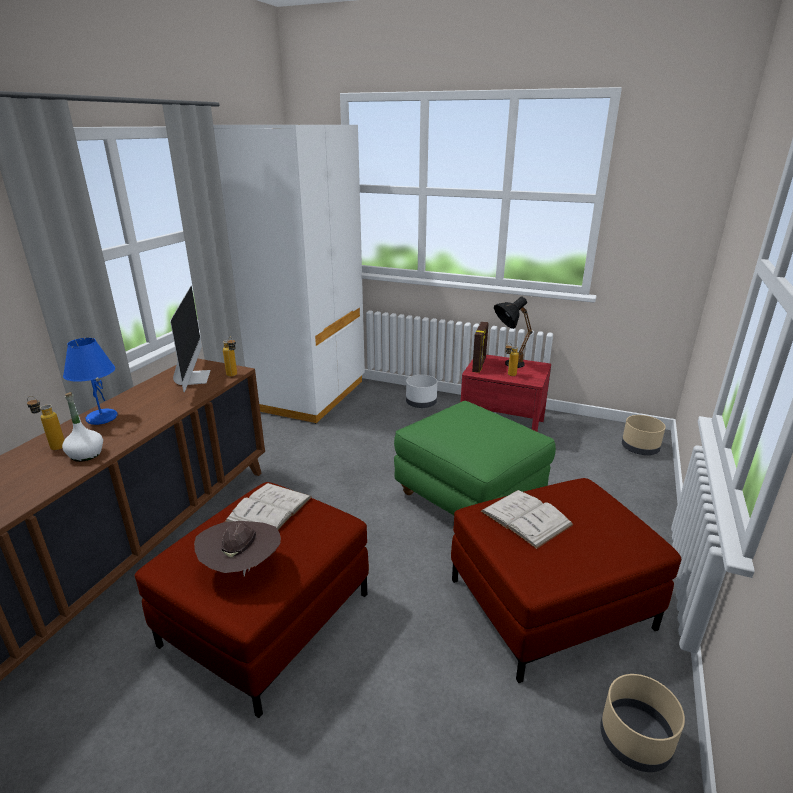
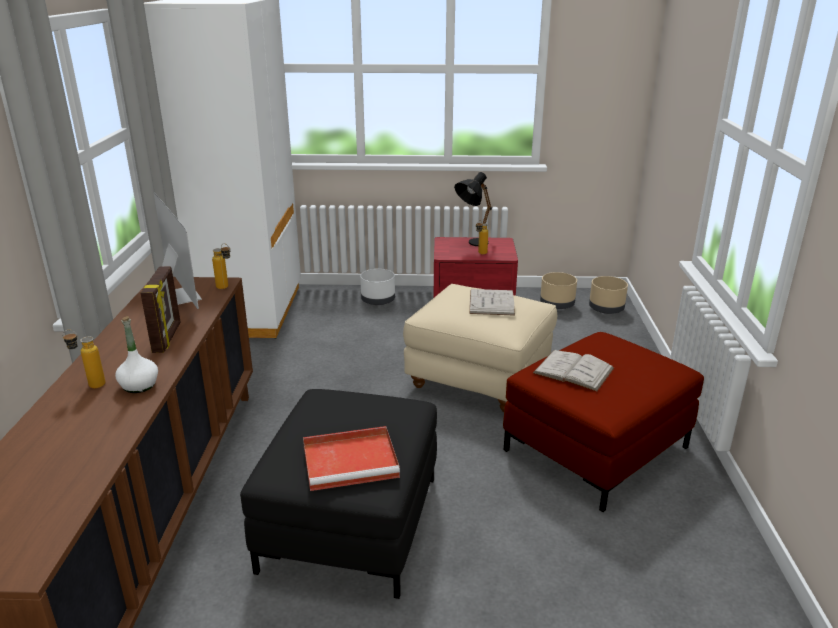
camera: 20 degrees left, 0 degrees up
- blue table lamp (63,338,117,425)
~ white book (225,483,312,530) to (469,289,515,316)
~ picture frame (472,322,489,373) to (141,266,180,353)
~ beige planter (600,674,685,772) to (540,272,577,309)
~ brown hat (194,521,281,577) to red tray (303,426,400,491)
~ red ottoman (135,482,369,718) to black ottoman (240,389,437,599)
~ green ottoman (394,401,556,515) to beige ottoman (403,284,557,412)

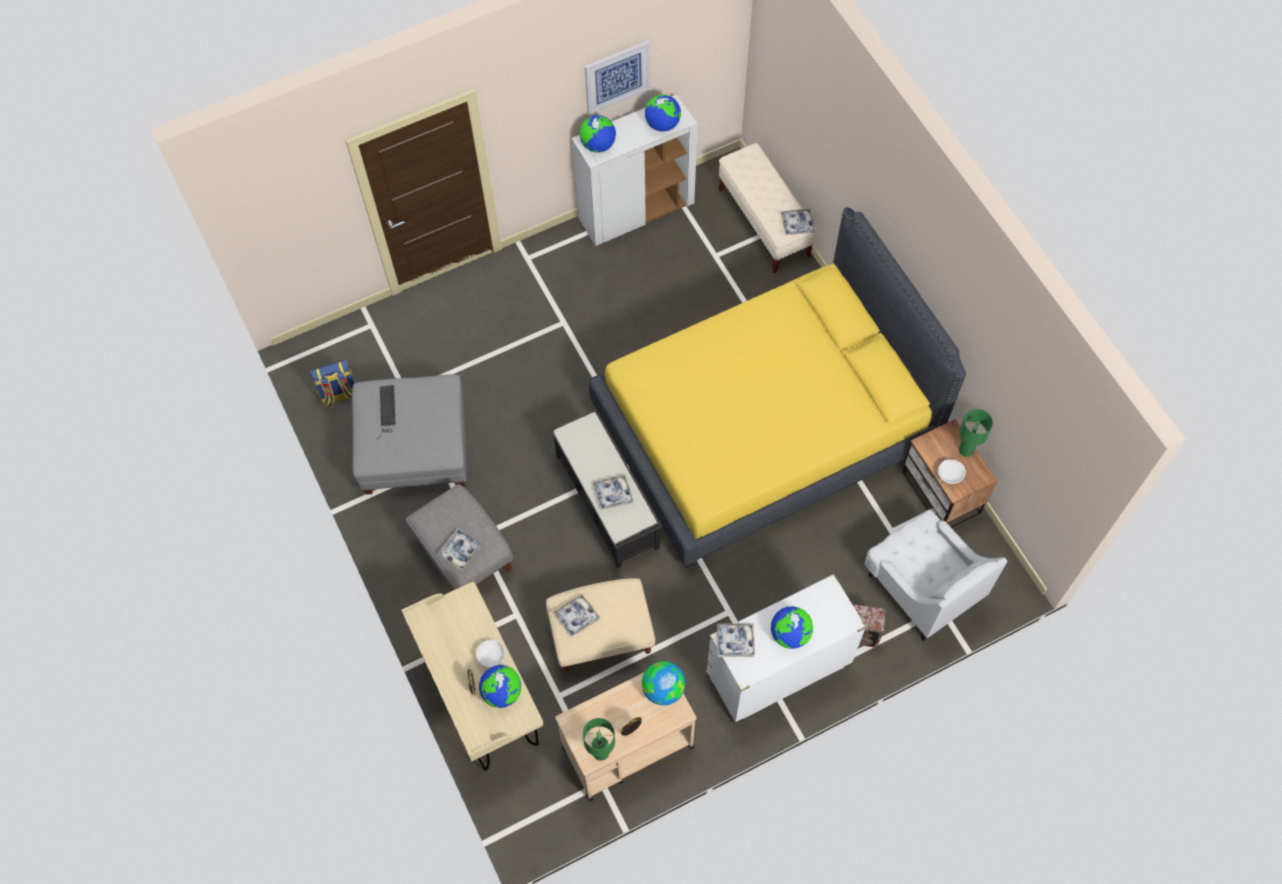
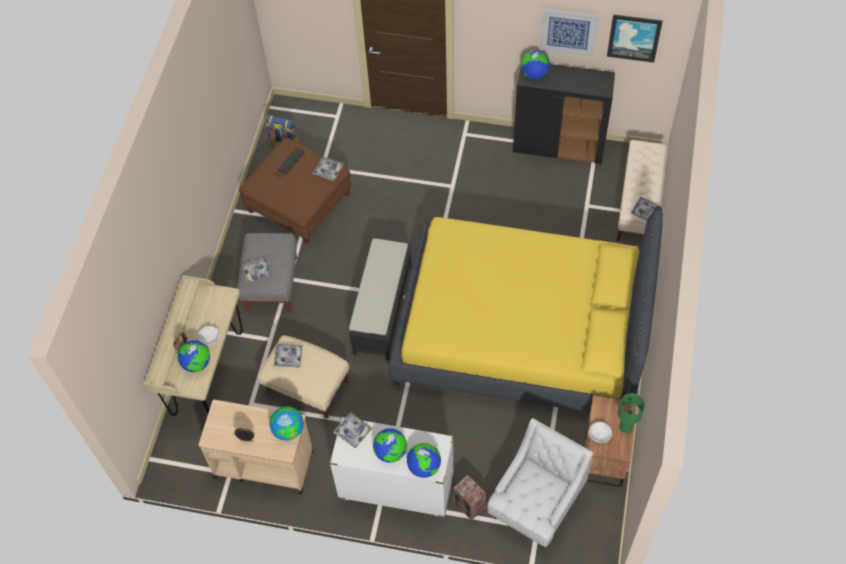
camera: 40 degrees right, 5 degrees down
- green table lamp (583,718,615,761)
+ picture (607,15,663,63)
~ tray (593,475,634,511) to (312,157,344,181)
~ globe (645,94,681,132) to (407,443,441,478)
~ grey ottoman (352,374,467,495) to brown ottoman (239,138,351,244)
~ white cabinet (572,95,698,246) to black cabinet (513,64,615,164)
~ white armchair (865,510,1007,641) = (487,418,593,548) 150 degrees counterclockwise

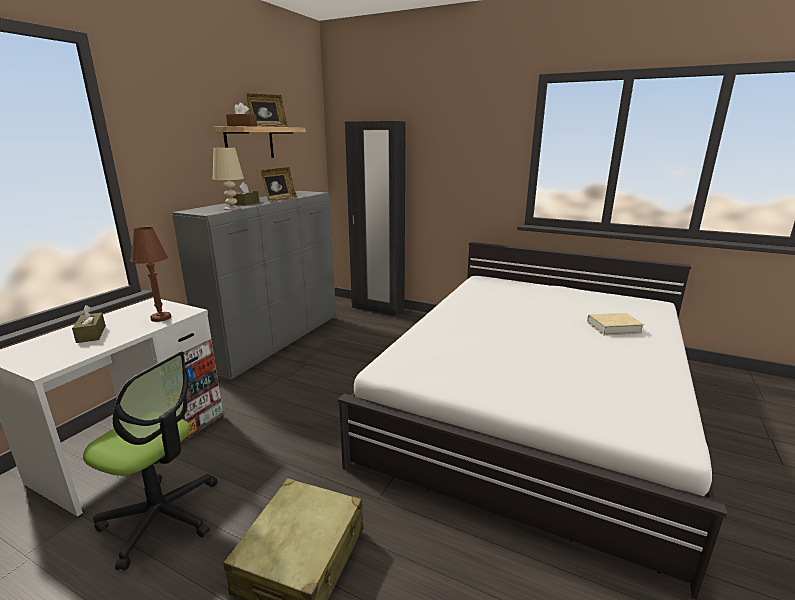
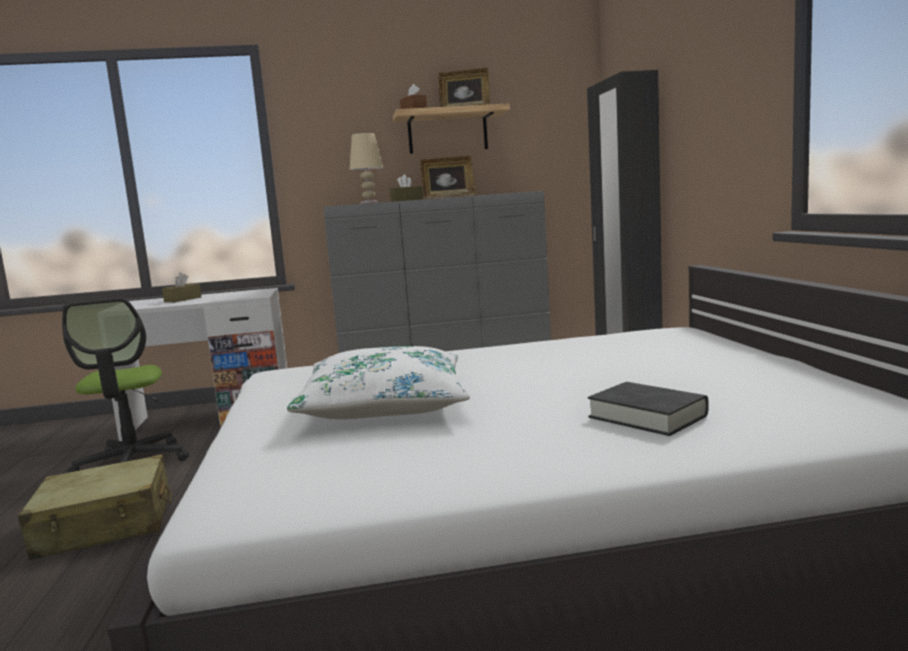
camera: 55 degrees right, 10 degrees down
- brown table lamp (130,227,171,322)
+ white pillow (287,346,470,419)
~ beige book (587,313,644,335) to black book (588,382,709,436)

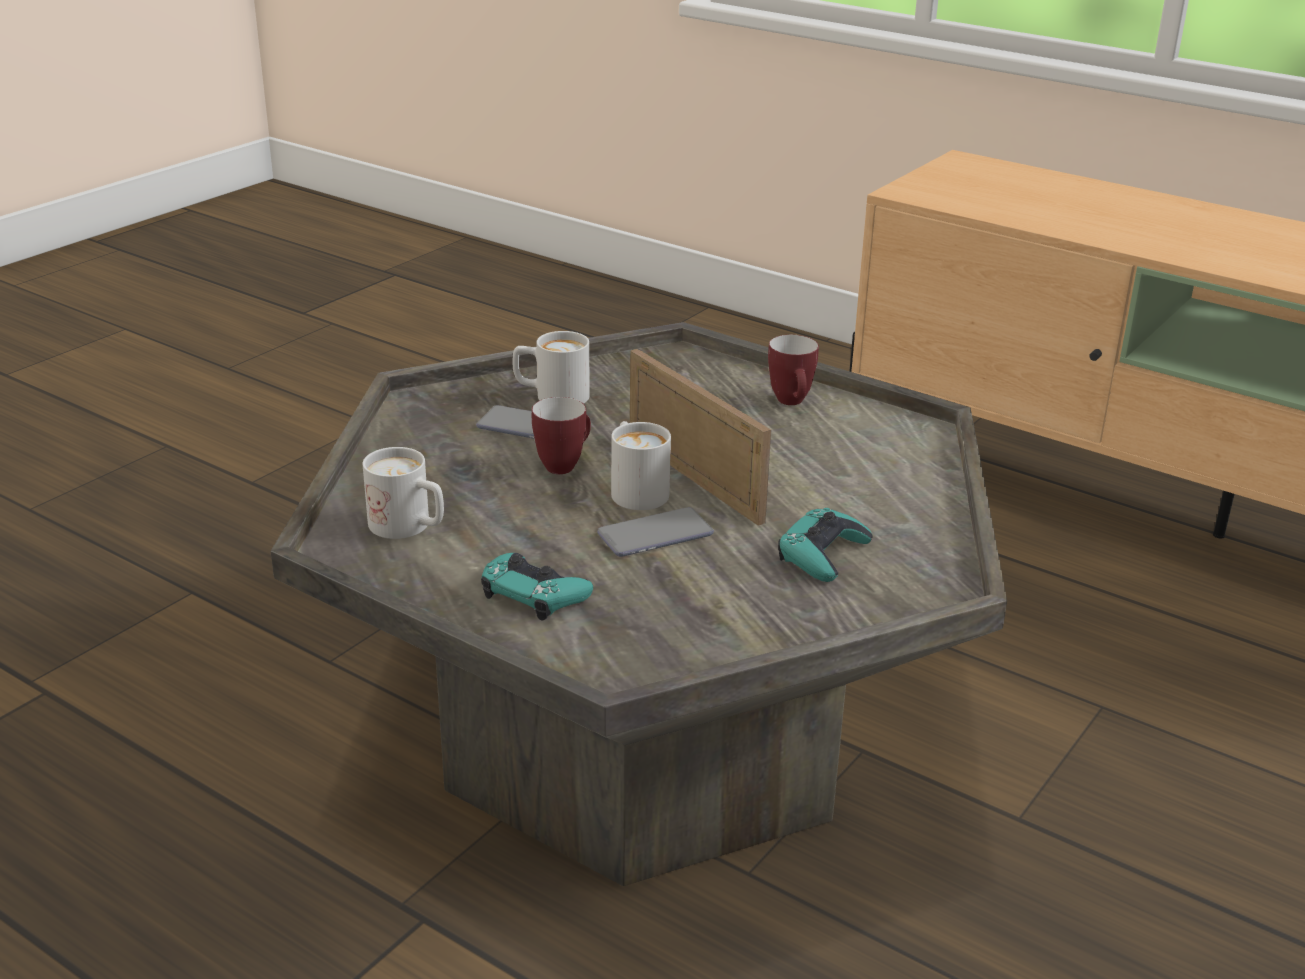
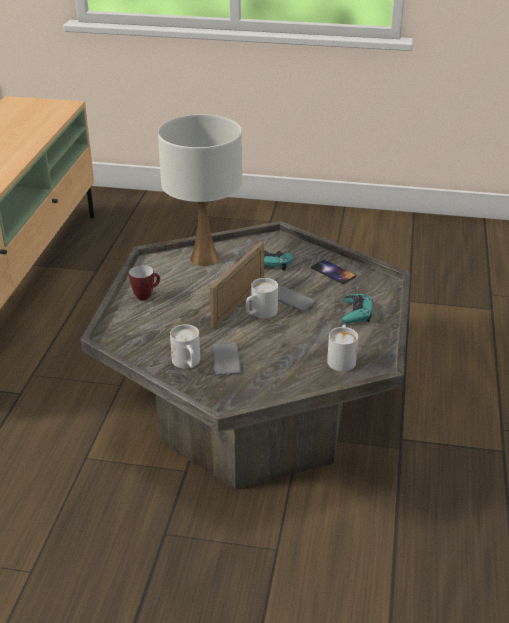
camera: 115 degrees left, 5 degrees up
- mug (532,397,591,474)
+ white table lamp (158,115,242,266)
+ phone (311,260,356,284)

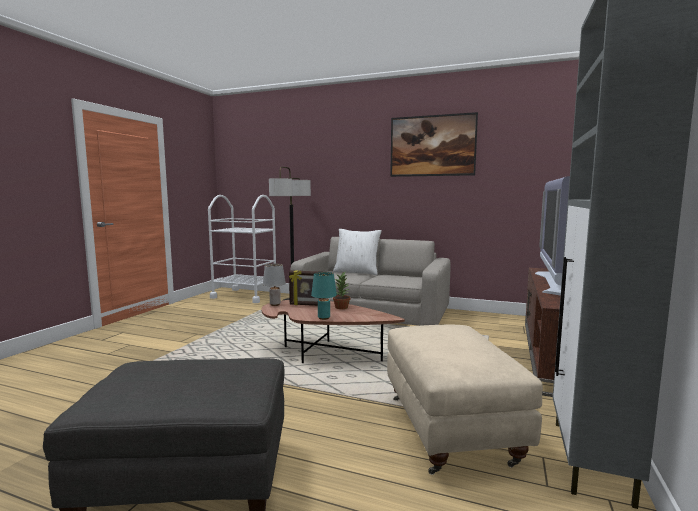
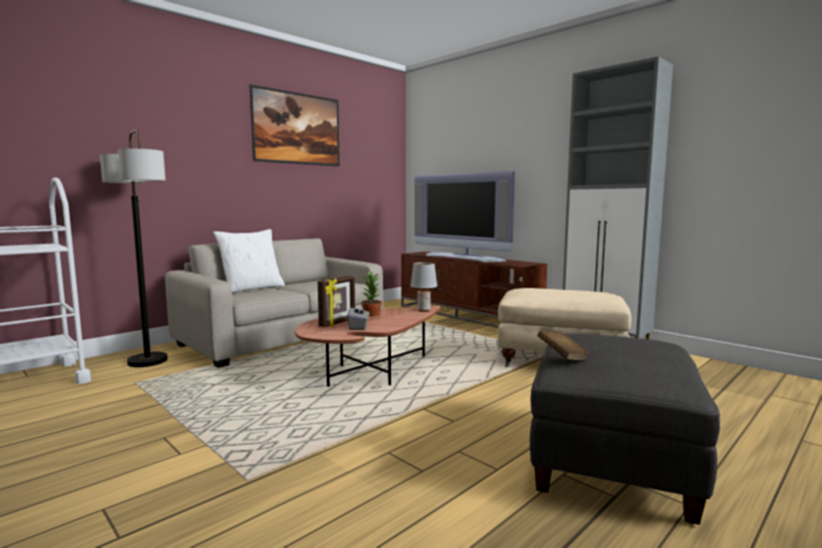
camera: 65 degrees left, 0 degrees up
- turquoise table lamp (311,272,337,320)
+ grey tissue box (347,303,370,330)
+ brown book (537,330,589,360)
~ grey table lamp (263,264,286,306) to (411,262,437,312)

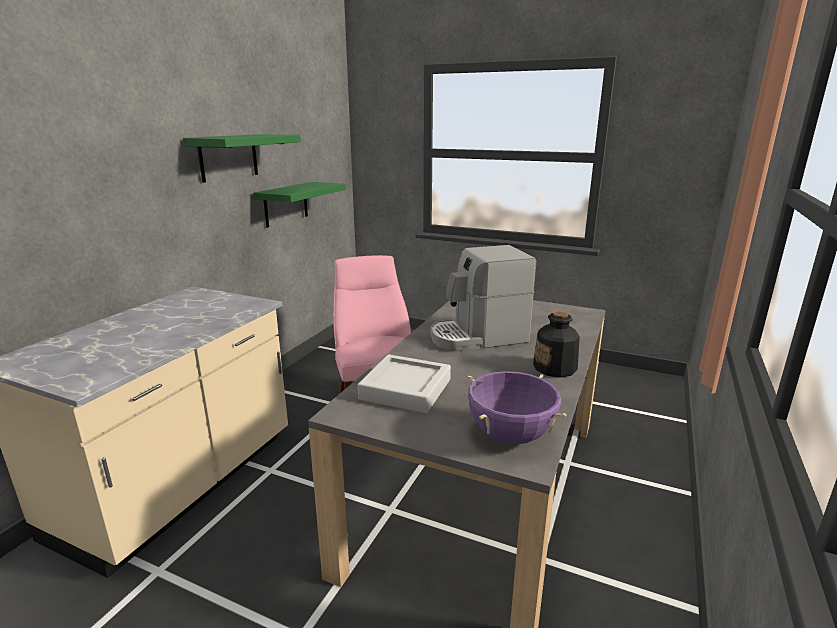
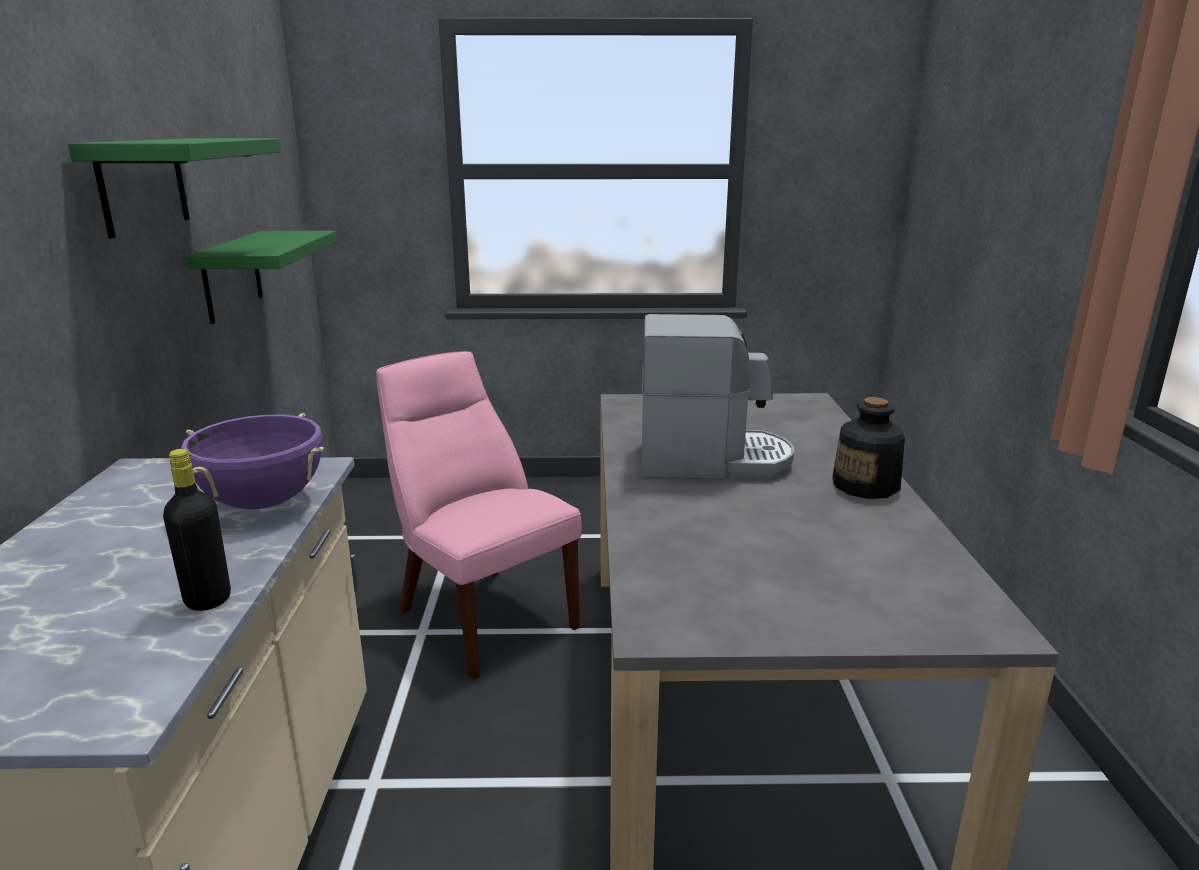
camera: 25 degrees left, 0 degrees up
- grey tray (358,354,451,414)
+ black bottle (163,449,231,611)
~ purple cooking pot (467,371,567,444) to (181,413,325,509)
~ coffee machine (430,245,536,352) = (641,314,794,480) 135 degrees counterclockwise

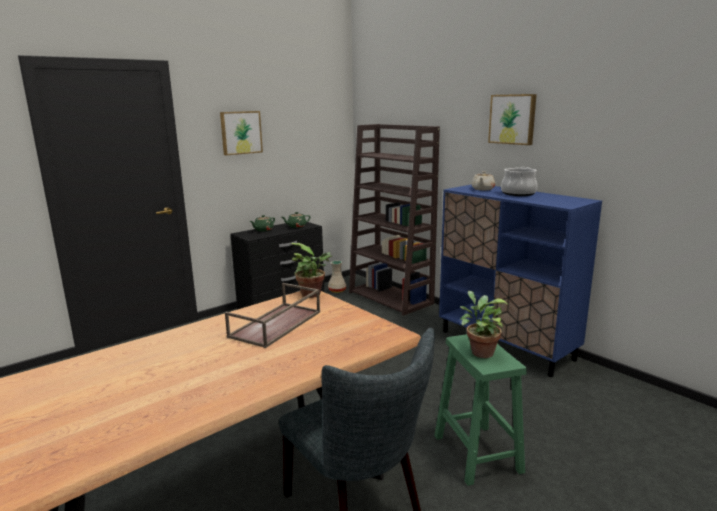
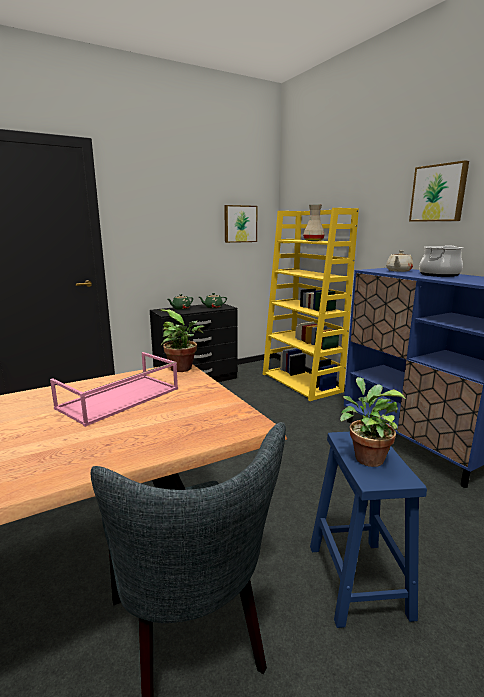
camera: 10 degrees right, 0 degrees up
~ picture (220,111,263,155) to (224,205,258,243)
~ beige vase (328,261,346,293) to (303,205,325,241)
~ brown tray (225,283,320,348) to pink tray (50,352,178,427)
~ brown bookcase (349,124,440,316) to yellow bookcase (263,208,359,401)
~ green stool (434,334,527,486) to blue stool (310,432,427,628)

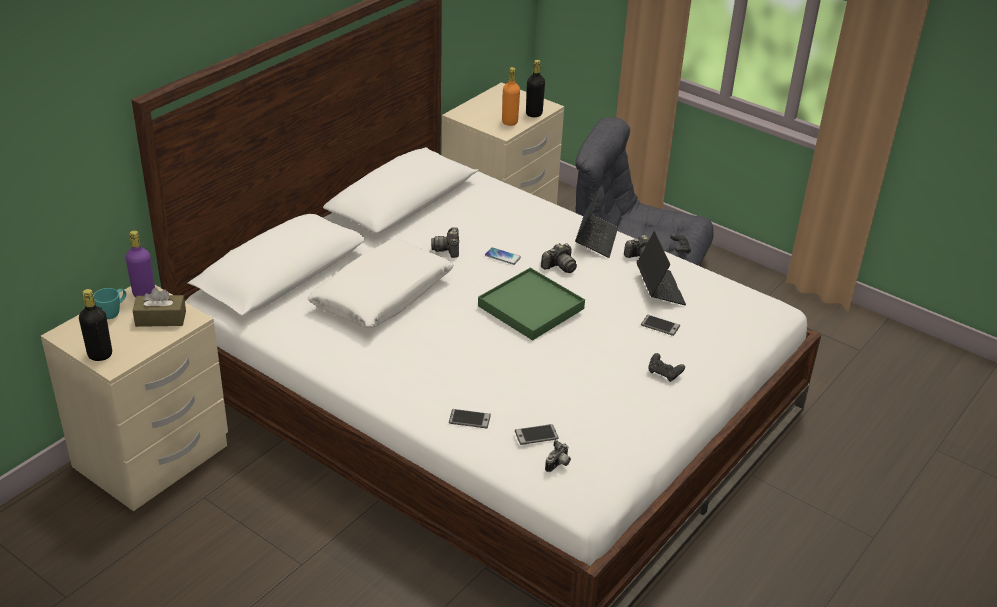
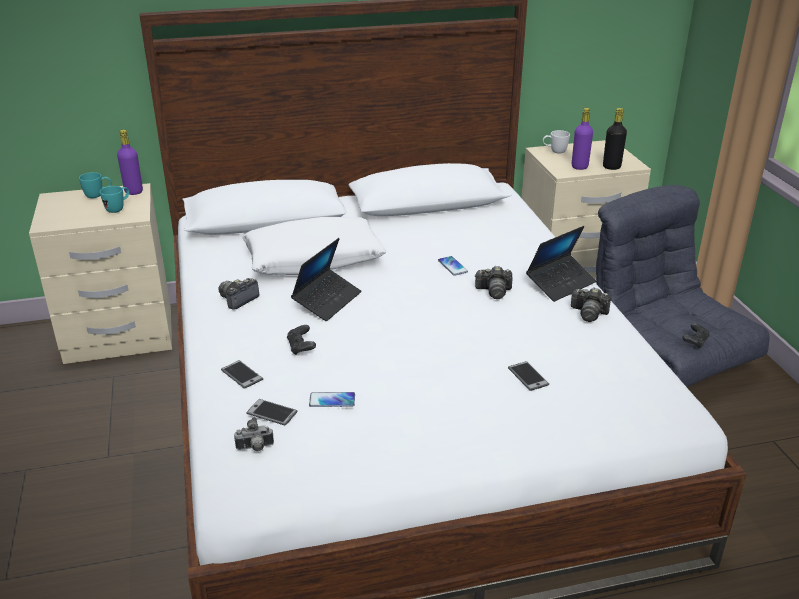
camera: 40 degrees right, 5 degrees down
- black bottle (79,289,112,361)
- green tray (478,268,585,340)
+ phone (309,392,355,407)
+ white mug (543,130,570,153)
~ photo camera (431,227,459,258) to (218,278,259,310)
~ laptop (637,231,686,305) to (291,238,361,321)
~ black game controller (648,353,685,382) to (287,325,316,355)
~ brown tissue box (132,287,186,327) to turquoise mug (100,186,129,213)
~ orange bottle (502,67,520,126) to purple bottle (572,108,593,170)

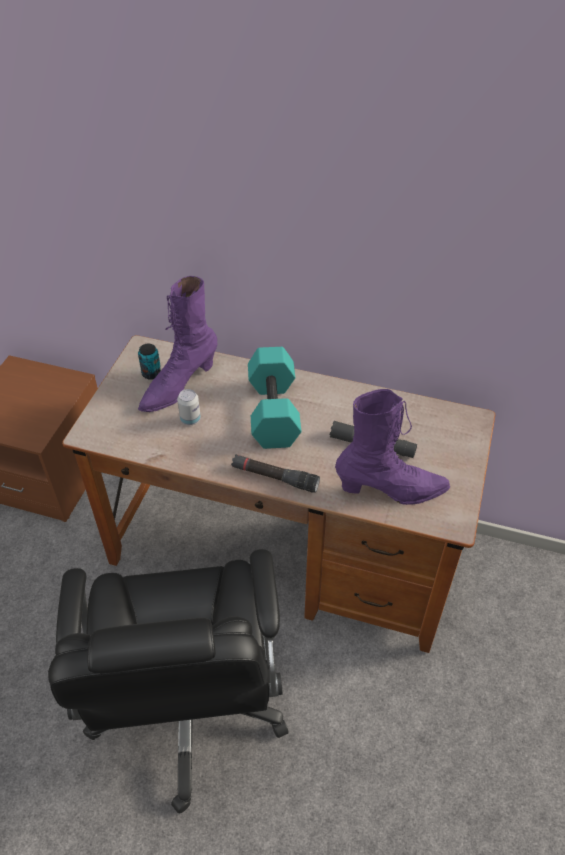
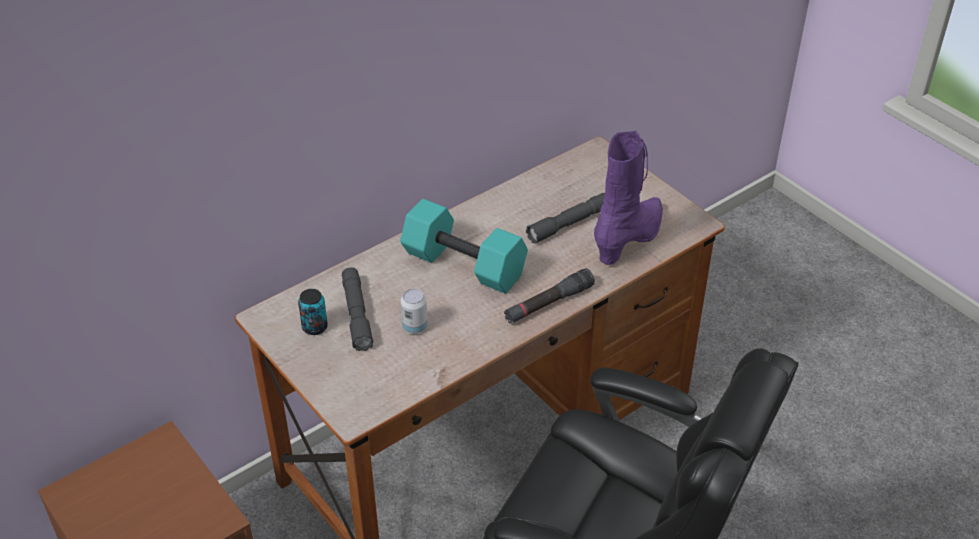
camera: 55 degrees left, 5 degrees down
~ purple boot (138,276,217,412) to grey flashlight (342,267,374,351)

